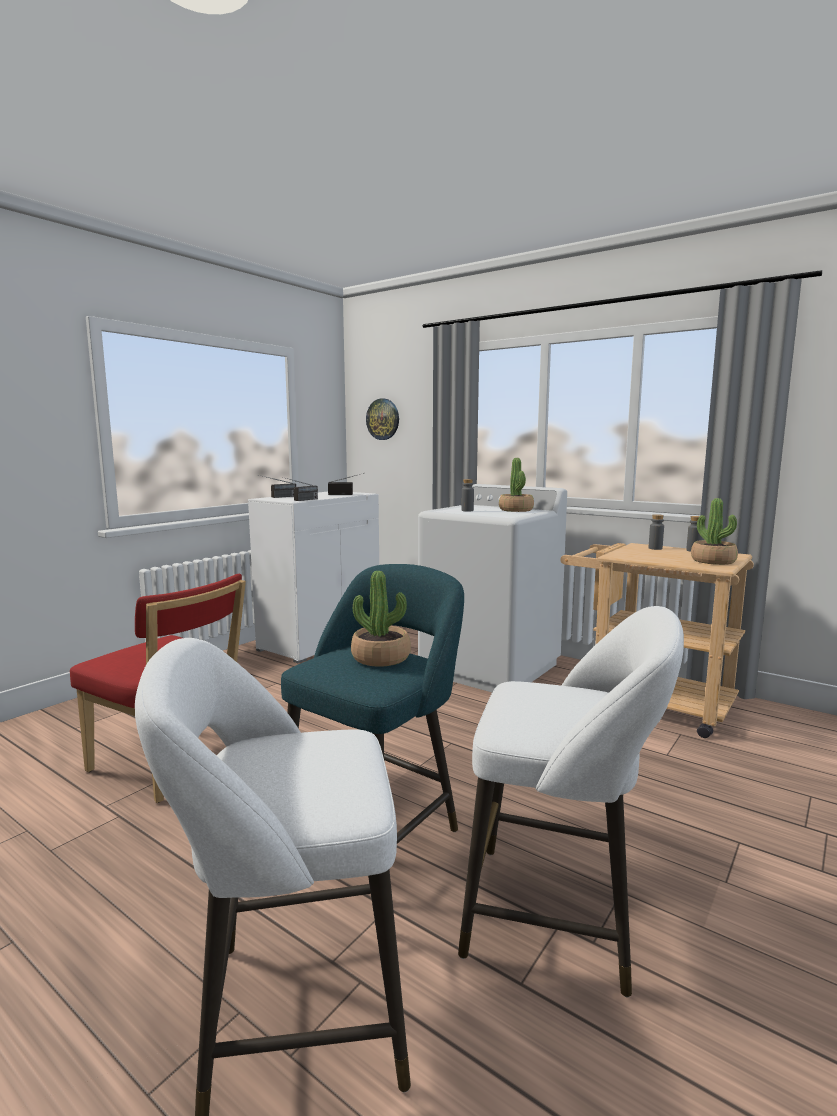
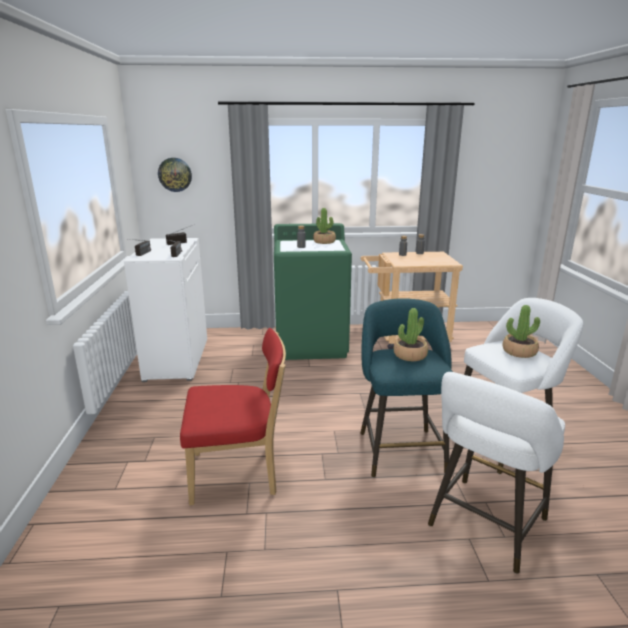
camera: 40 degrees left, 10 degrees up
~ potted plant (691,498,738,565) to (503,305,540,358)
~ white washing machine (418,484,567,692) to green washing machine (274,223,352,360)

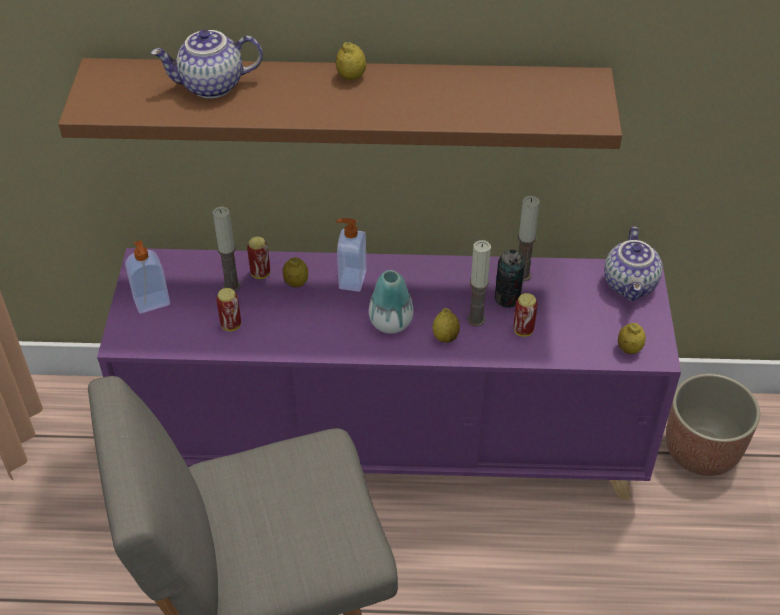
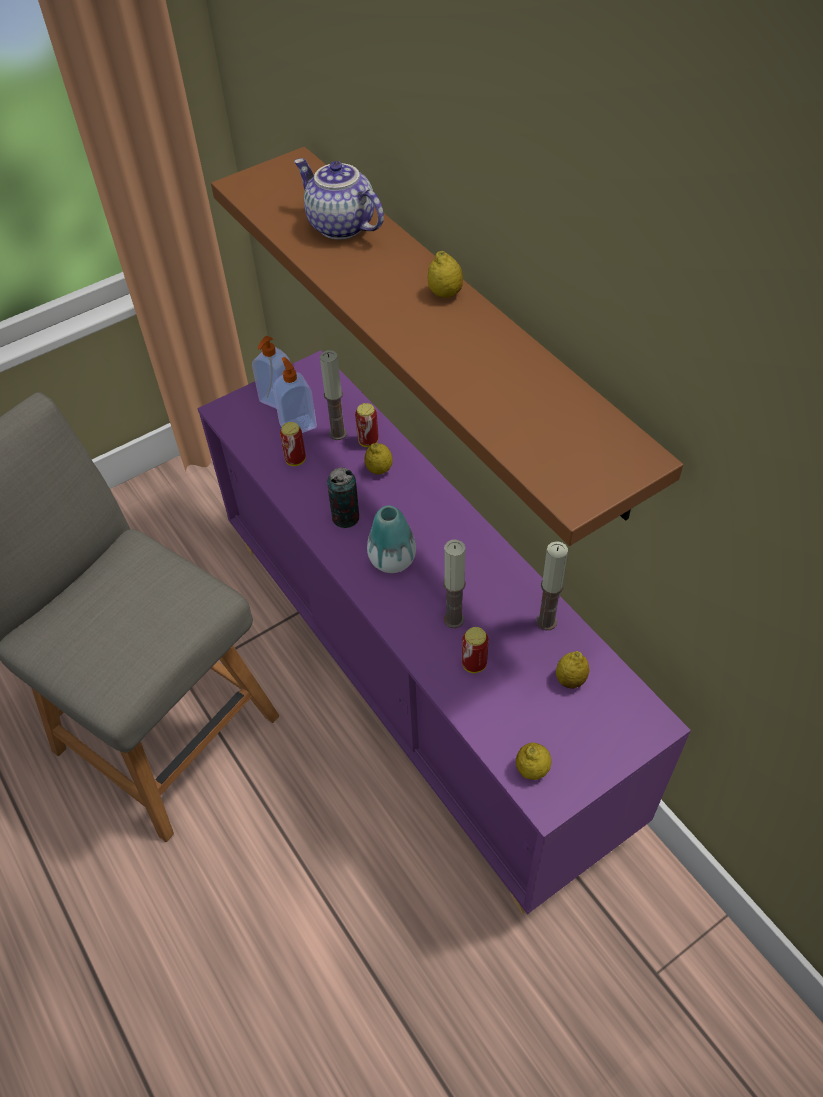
camera: 55 degrees right, 5 degrees up
- teapot (604,226,662,301)
- planter (666,373,760,476)
~ soap dispenser (336,218,367,292) to (273,357,317,433)
~ lemon (432,308,460,343) to (556,651,589,689)
~ can (495,250,525,308) to (327,467,360,528)

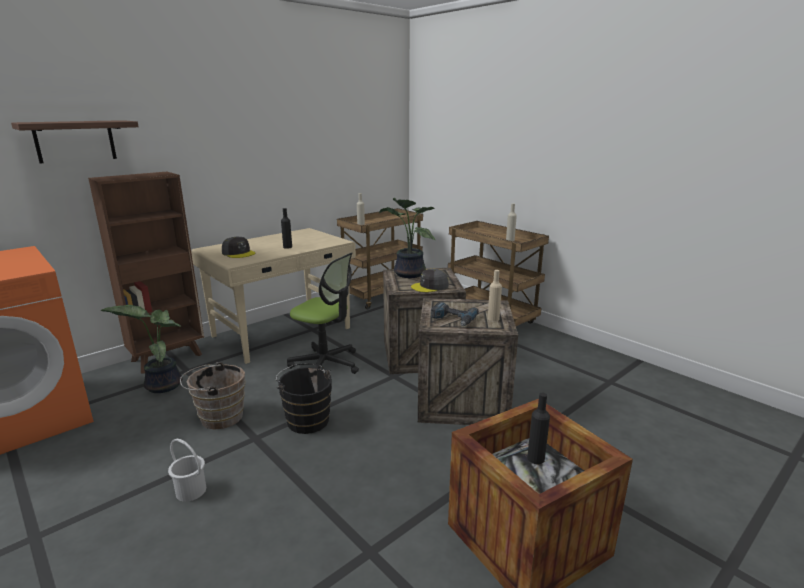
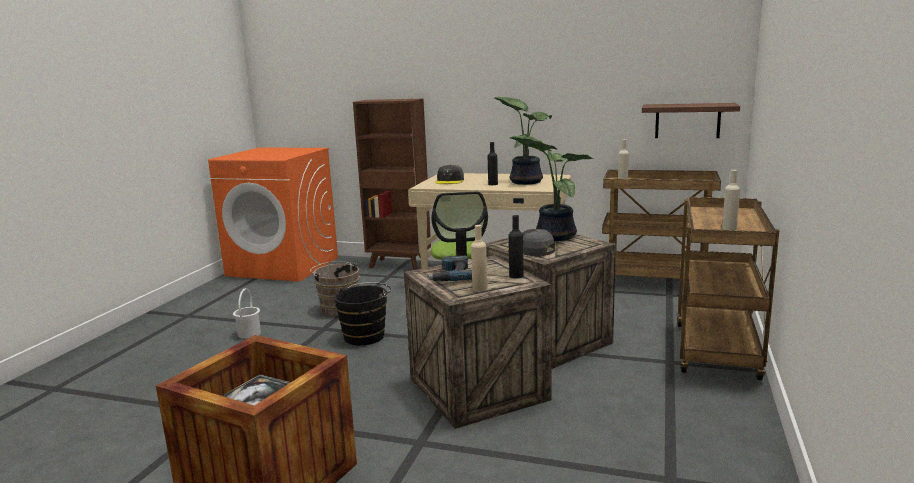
camera: 60 degrees right, 5 degrees down
~ shelf (11,120,139,163) to (642,103,740,138)
~ potted plant (100,305,183,393) to (494,97,552,185)
~ black bottle (527,393,550,464) to (509,215,524,278)

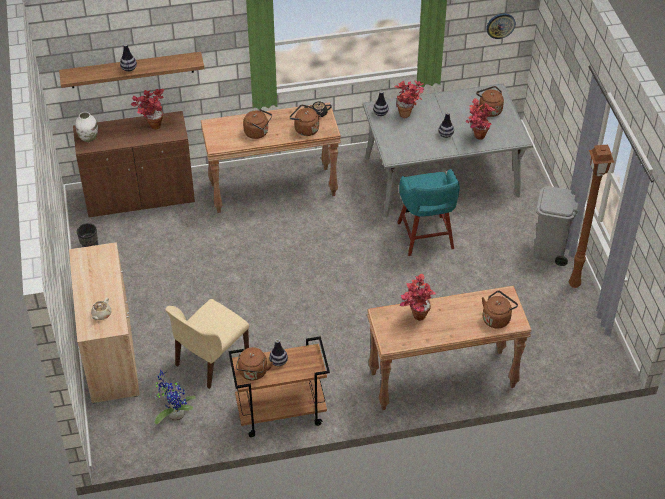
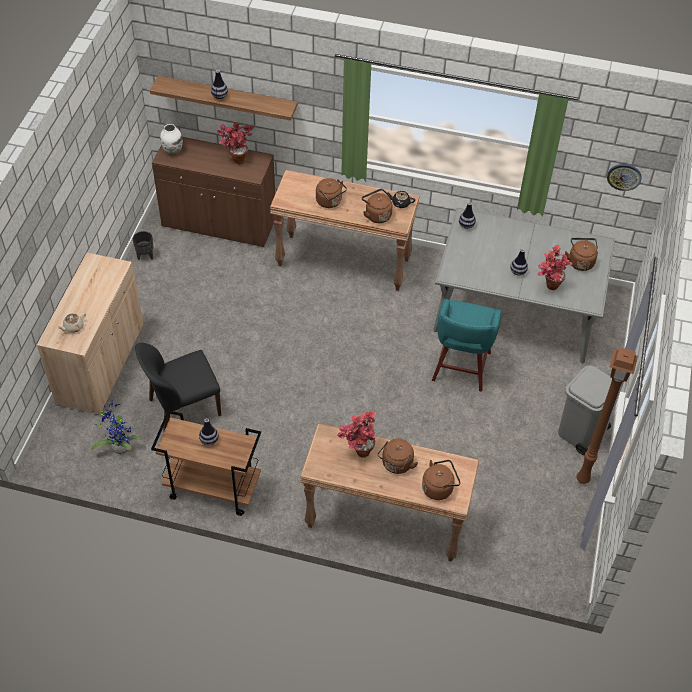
camera: 25 degrees right, 5 degrees up
- potted plant (394,80,424,118)
~ brown kettle (236,347,273,381) to (378,438,418,474)
~ beige chair (165,299,249,389) to black chair (135,343,221,433)

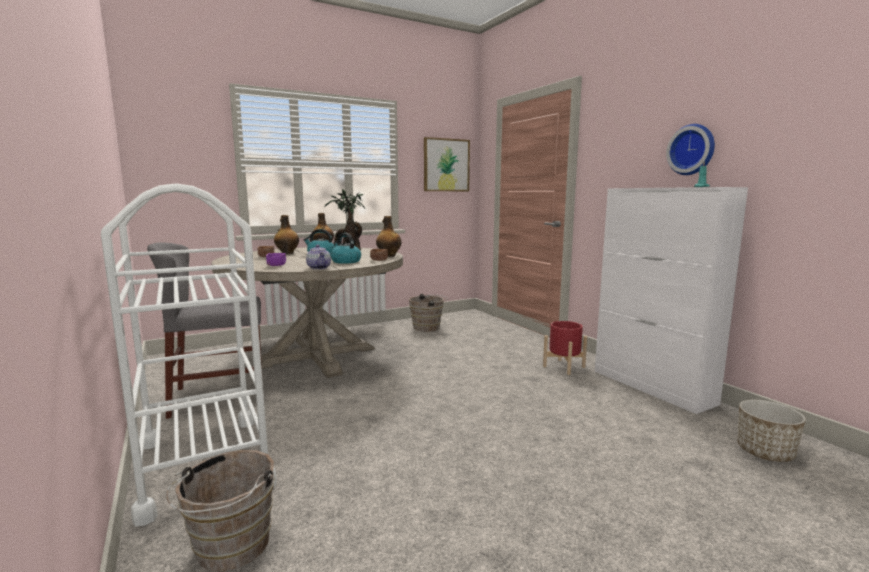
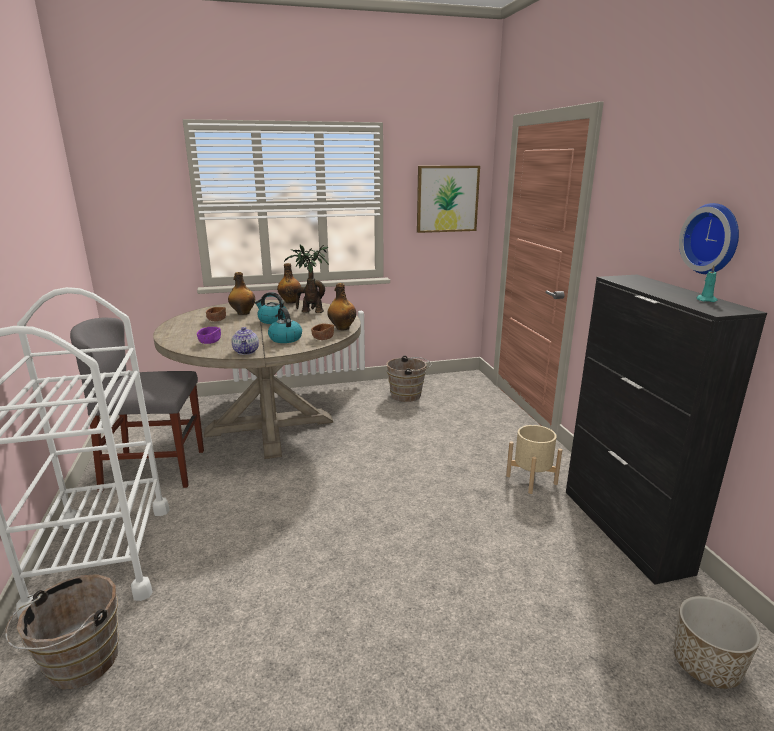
camera: 15 degrees right, 10 degrees up
~ red planter (543,321,587,375) to beige planter (506,425,562,494)
~ white cabinet (595,187,748,414) to black cabinet (566,275,767,585)

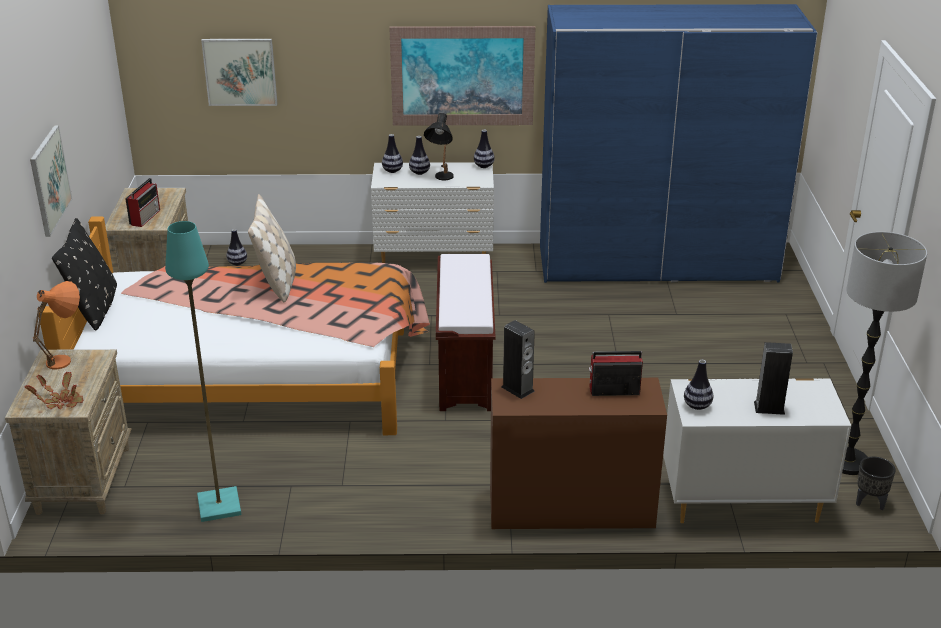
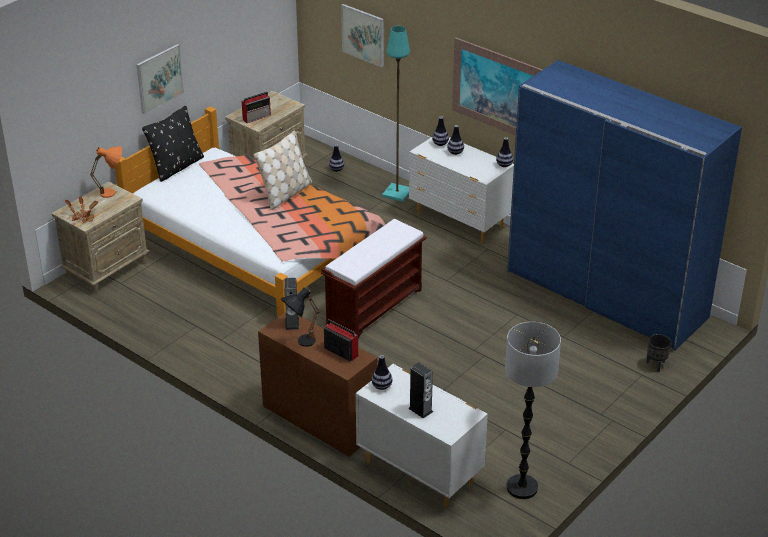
camera: 40 degrees right, 5 degrees up
~ turquoise floor lamp (165,221,241,522) to (382,26,410,202)
~ black table lamp (424,113,454,180) to (281,287,319,347)
~ black planter (856,457,896,510) to (646,334,672,372)

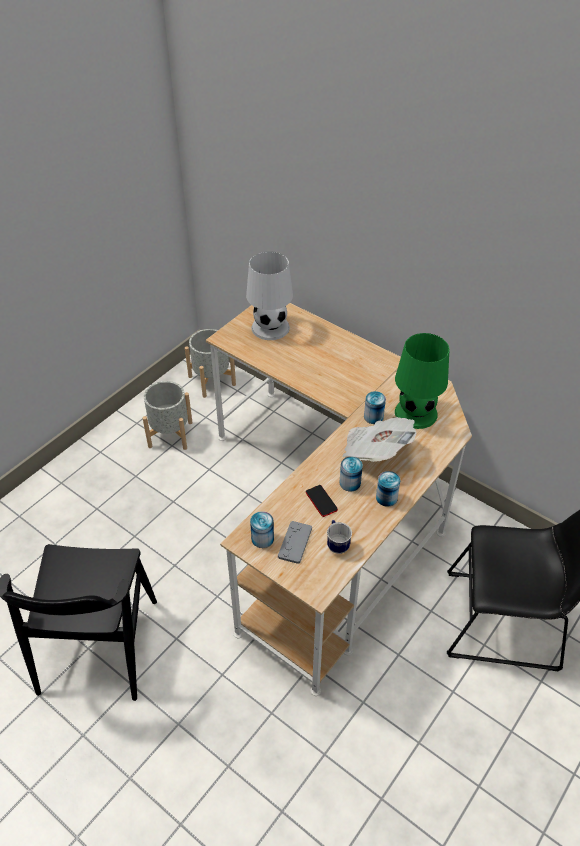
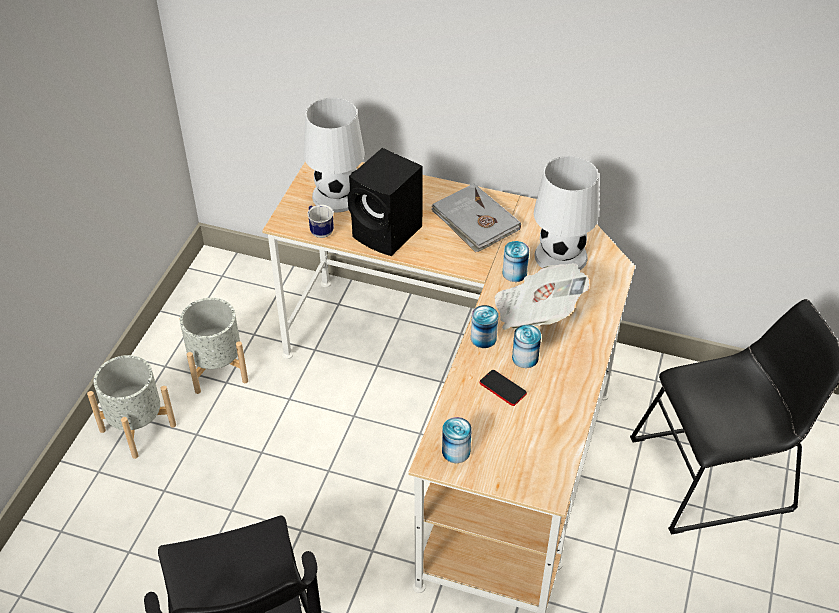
camera: 20 degrees left, 0 degrees up
- grey game controller (278,521,312,564)
+ black speaker (347,148,422,256)
+ grey book (431,183,521,252)
~ grey planter (185,329,236,398) to (87,355,176,459)
~ mug (327,520,352,554) to (308,205,334,238)
~ can (376,471,400,507) to (471,305,498,348)
~ green table lamp (395,333,449,429) to white table lamp (534,156,599,271)

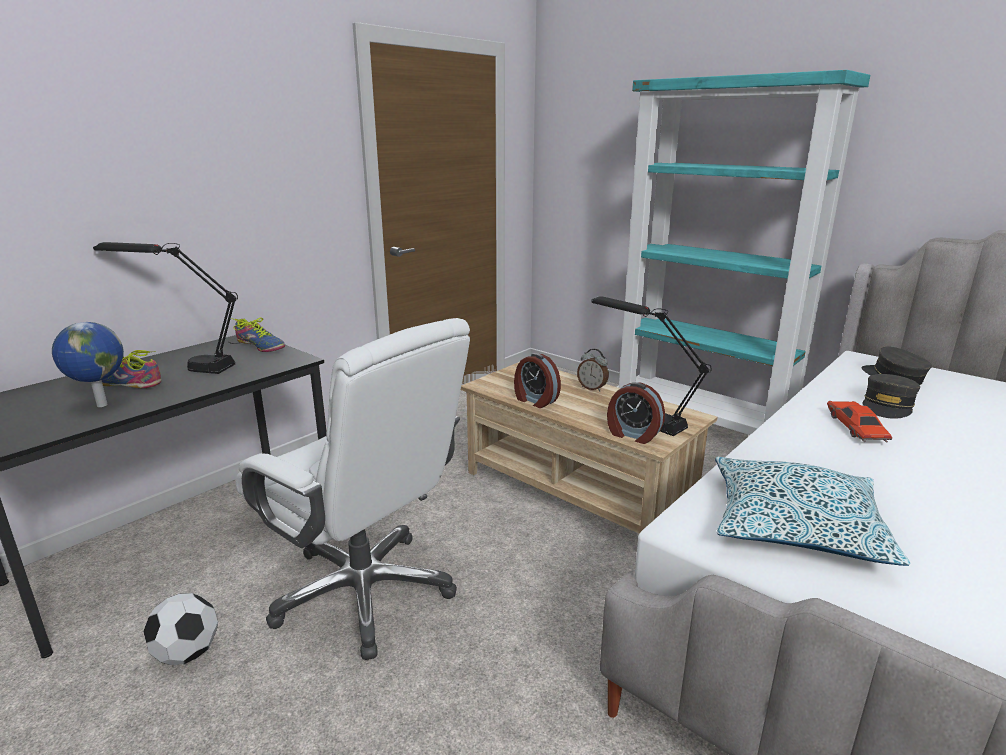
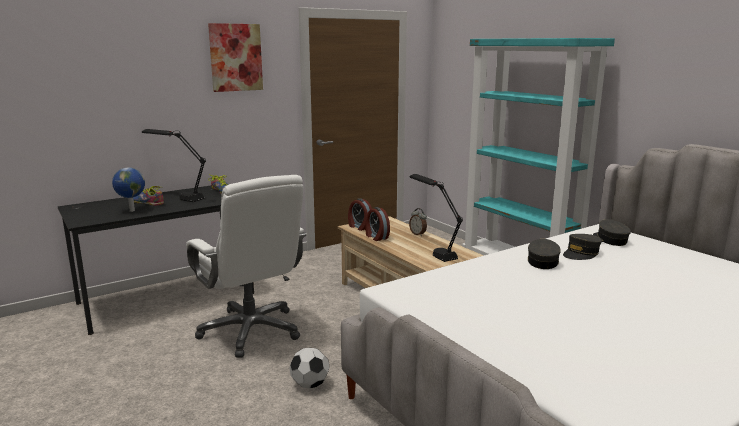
camera: 15 degrees right, 5 degrees down
- pillow (715,457,910,566)
+ picture (208,23,263,92)
~ football (143,593,218,665) to (289,348,330,388)
~ alarm clock (607,382,665,444) to (348,198,372,231)
~ red toy car (827,401,892,443) to grey cap (528,239,561,269)

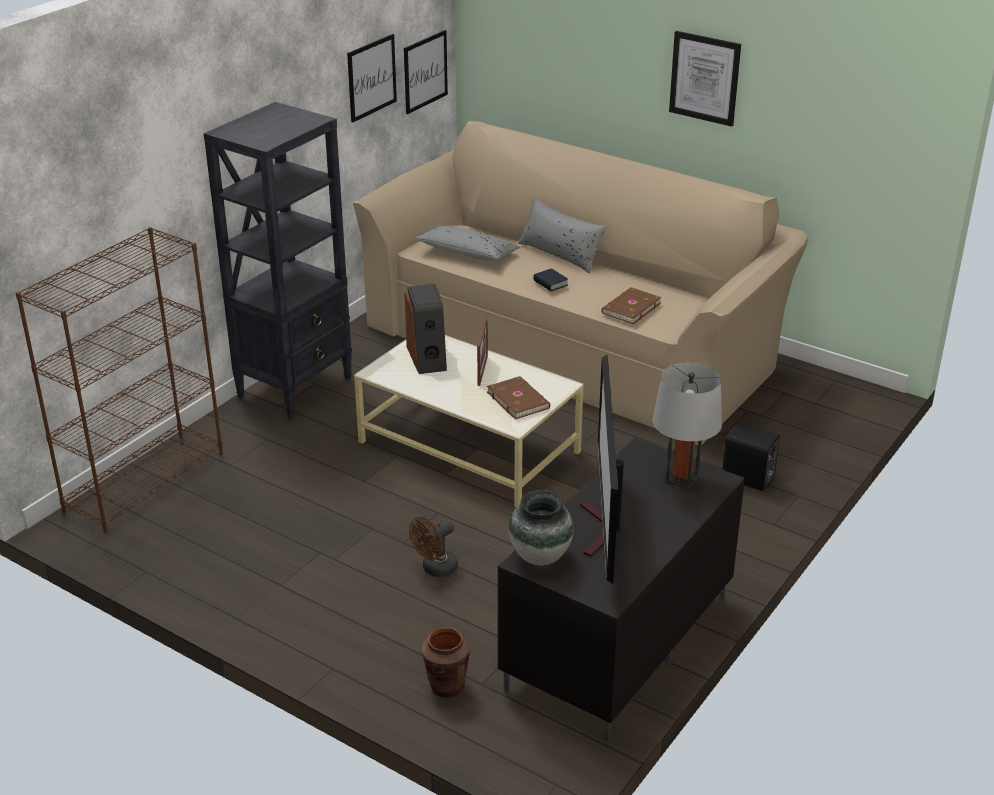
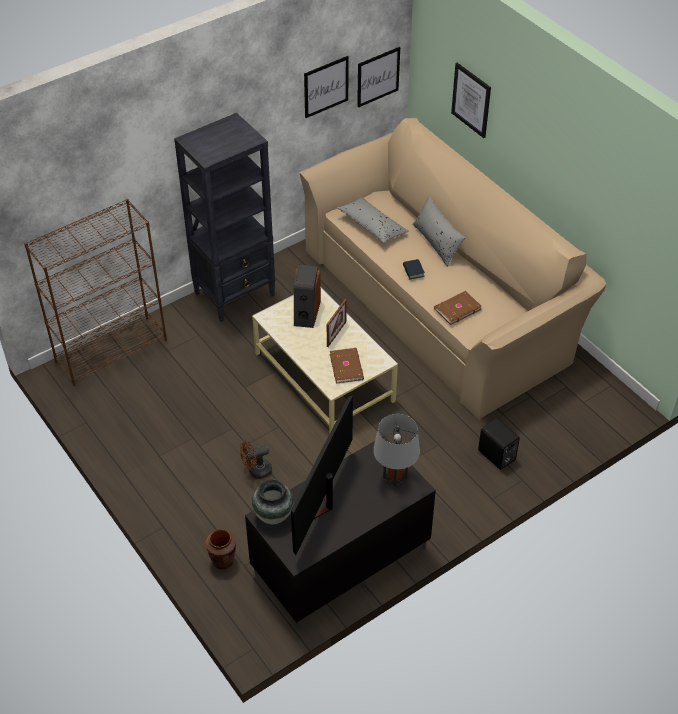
camera: 20 degrees right, 15 degrees up
~ picture (669,31,741,127) to (451,63,491,138)

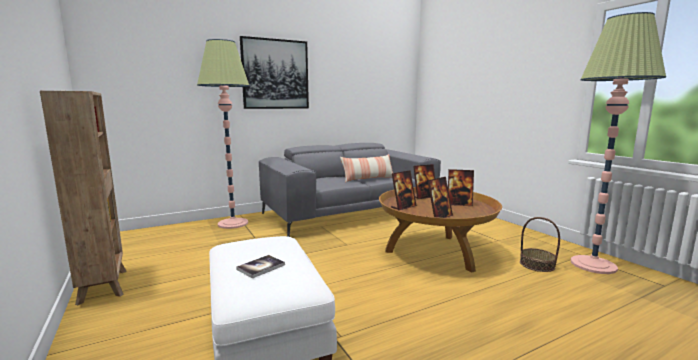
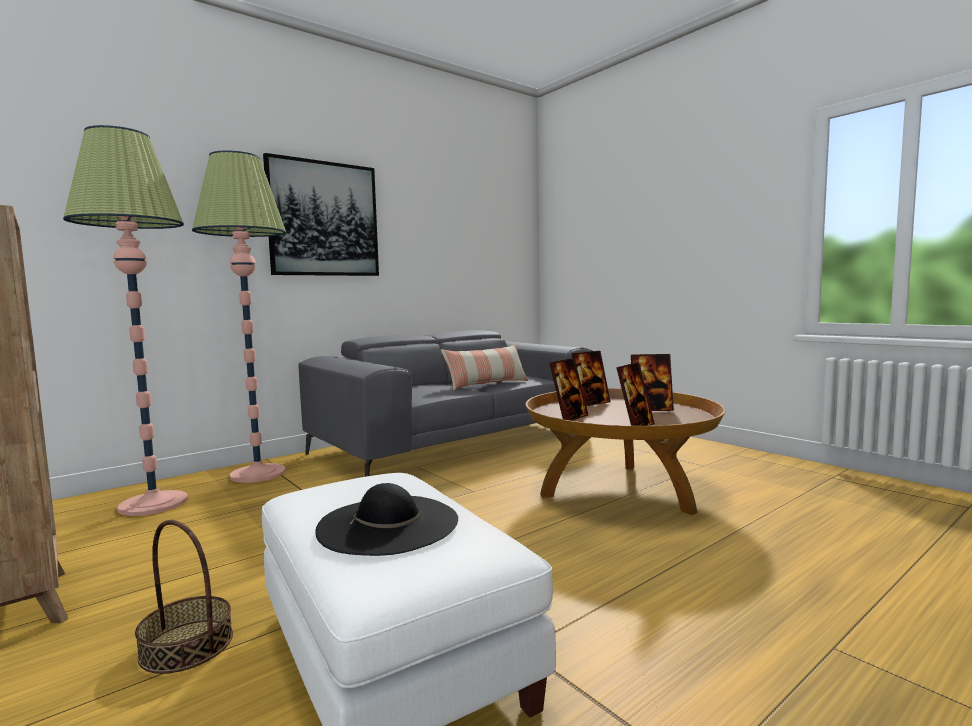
camera: 10 degrees left, 5 degrees down
~ basket (520,217,560,272) to (135,520,233,674)
~ floor lamp (571,12,666,274) to (63,125,188,516)
~ book (236,255,285,279) to black hat (315,483,458,556)

